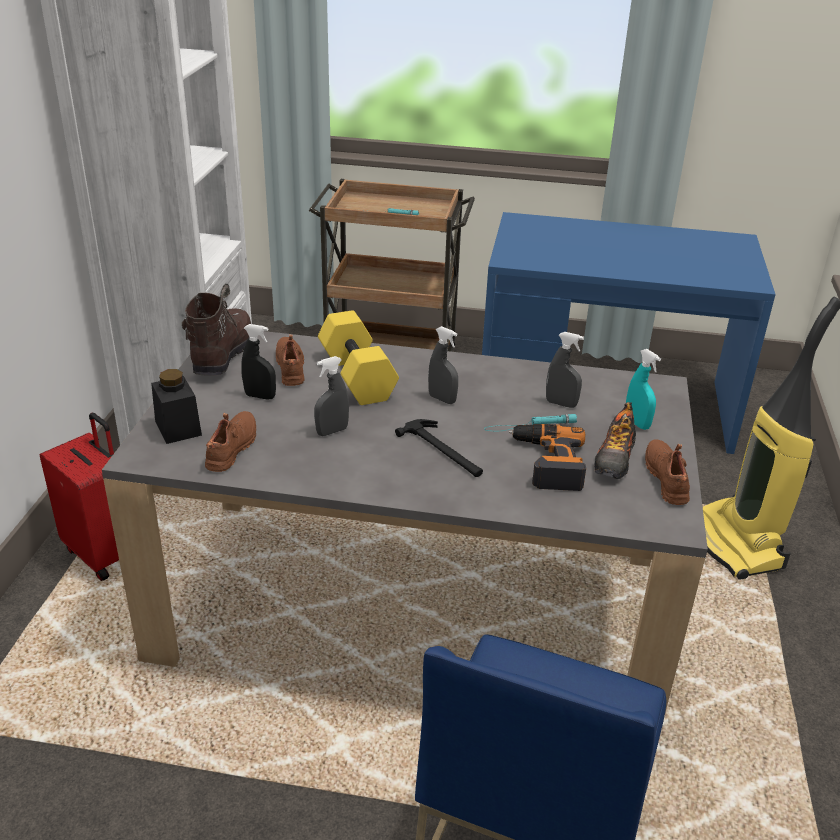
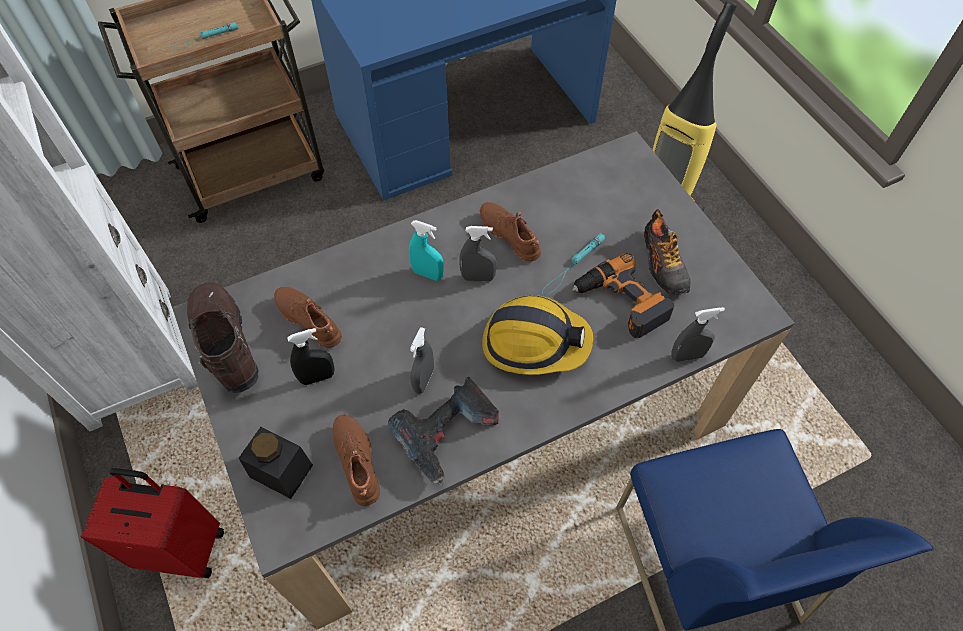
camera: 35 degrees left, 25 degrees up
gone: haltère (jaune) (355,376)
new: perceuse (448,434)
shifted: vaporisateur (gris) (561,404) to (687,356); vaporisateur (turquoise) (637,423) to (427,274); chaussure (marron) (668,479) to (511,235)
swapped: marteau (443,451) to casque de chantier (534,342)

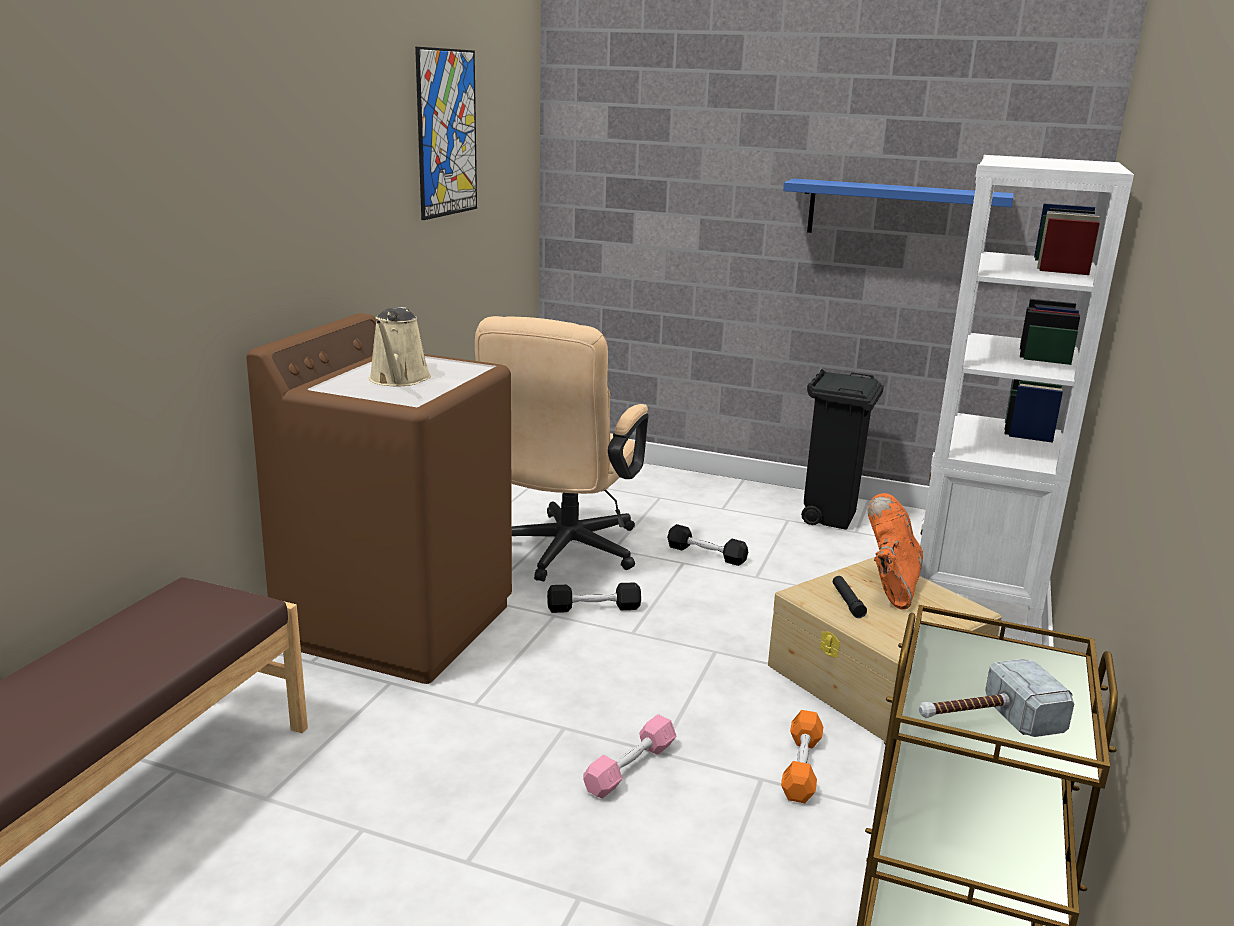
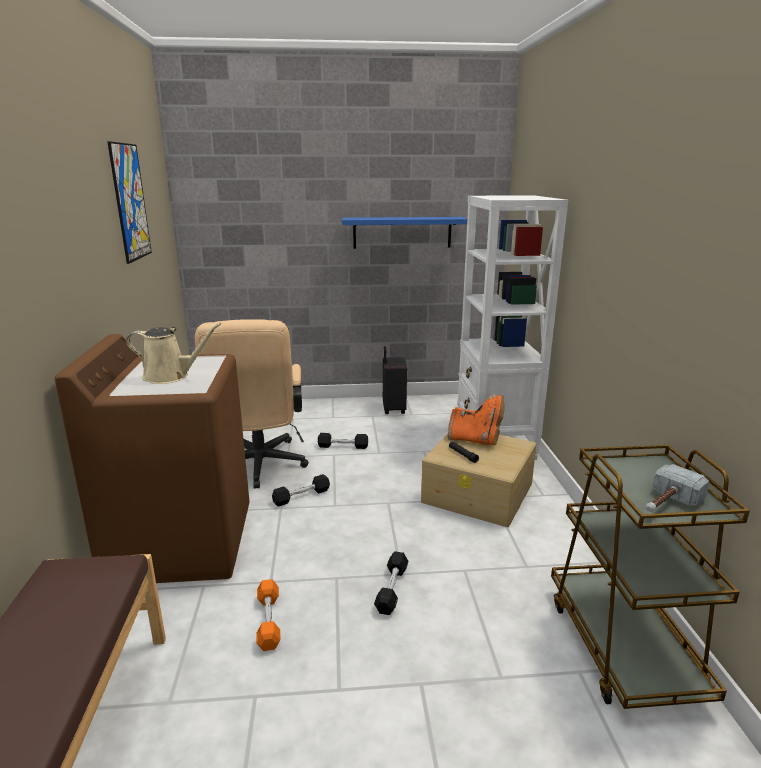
camera: 25 degrees left, 0 degrees up
shifted: haltère (orange) (801,767) to (268,621)
swapped: poubelle (noir) (830,517) to valise (noir) (393,409)
repainted: haltère (rose) (630,767) to haltère (noir) (392,589)
rotated: arrosoir (beige) (398,380) = (170,376) 60 degrees counterclockwise; botte (orange) (891,586) = (476,440) 120 degrees clockwise

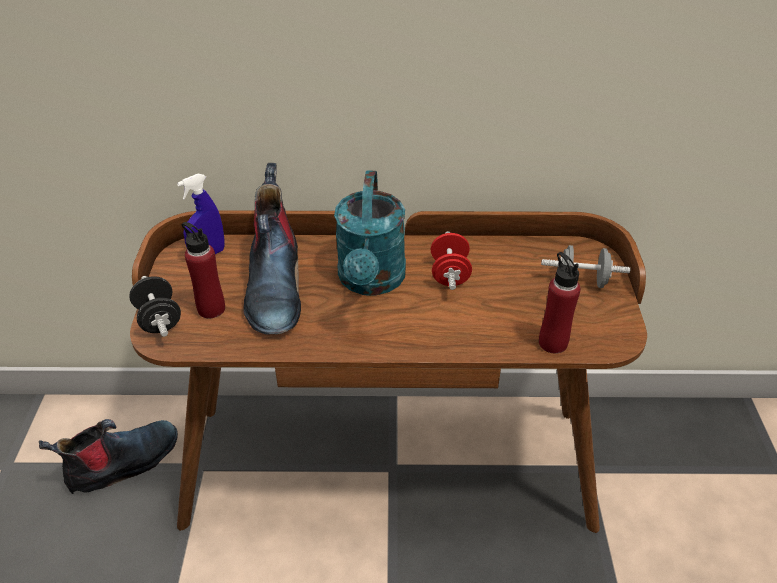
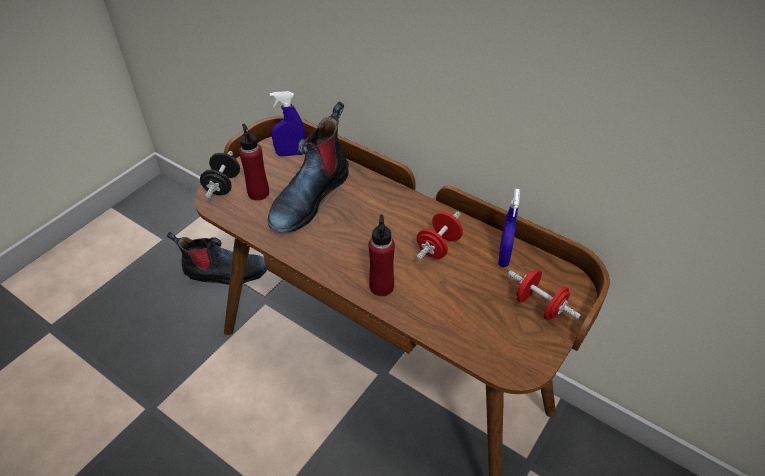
camera: 35 degrees right, 5 degrees up
gone: arrosoir (turquoise) (371,282)
new: vaporisateur (bleu) (503,256)
shifted: bouteille (rouge) (552,343) to (381,286)
repainted: haltère (gris) (582,281) to haltère (rouge) (539,306)

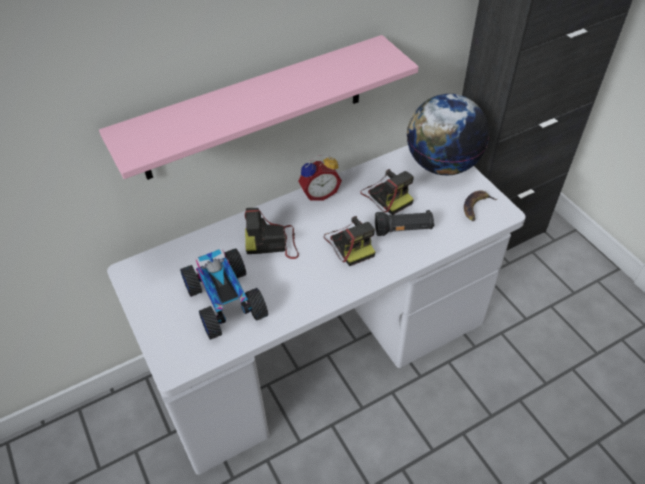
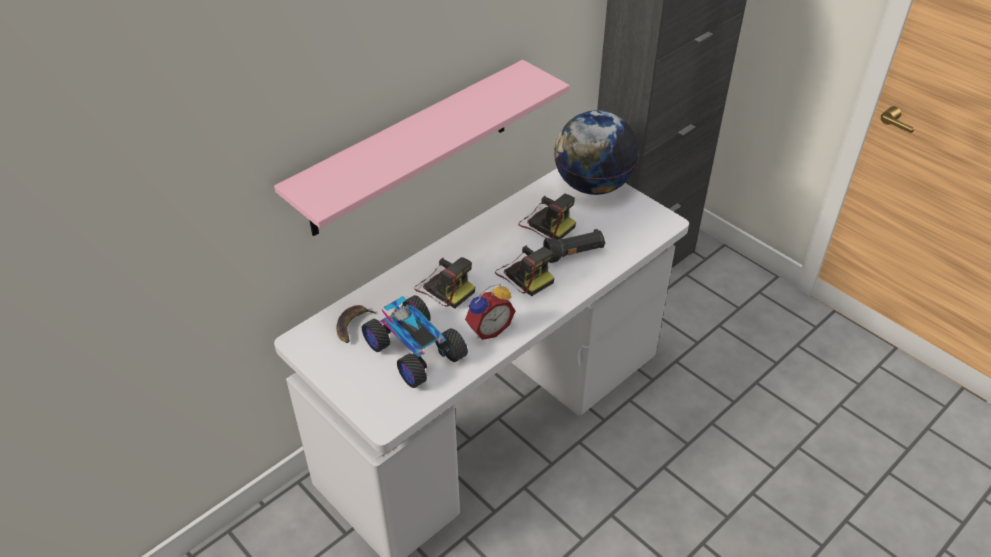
camera: 15 degrees left, 5 degrees down
shifted: réveil (319,193) to (488,329); banane (476,207) to (353,325)
rotated: appareil photo (273,243) = (444,287) 120 degrees counterclockwise

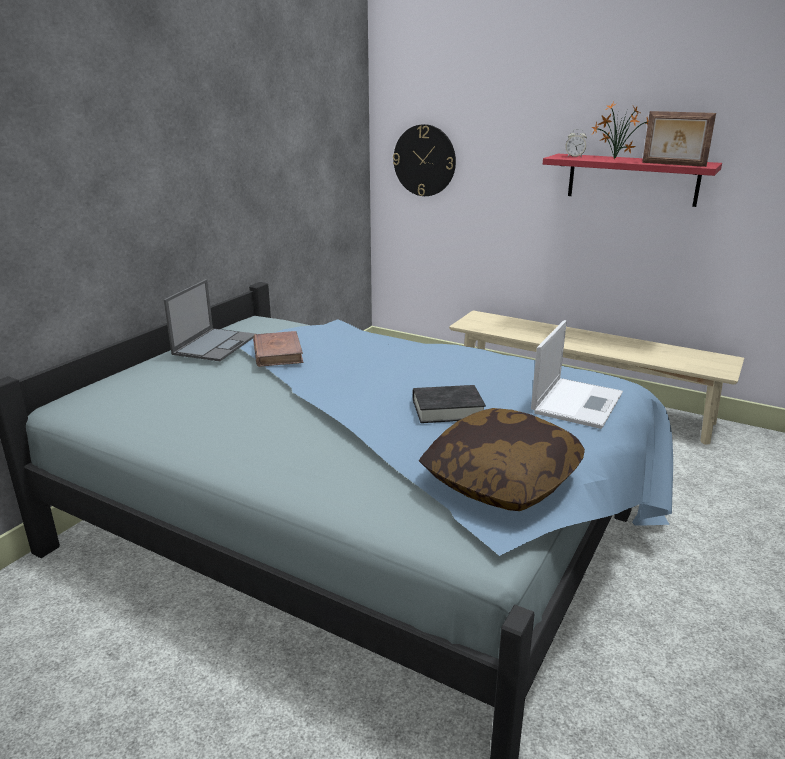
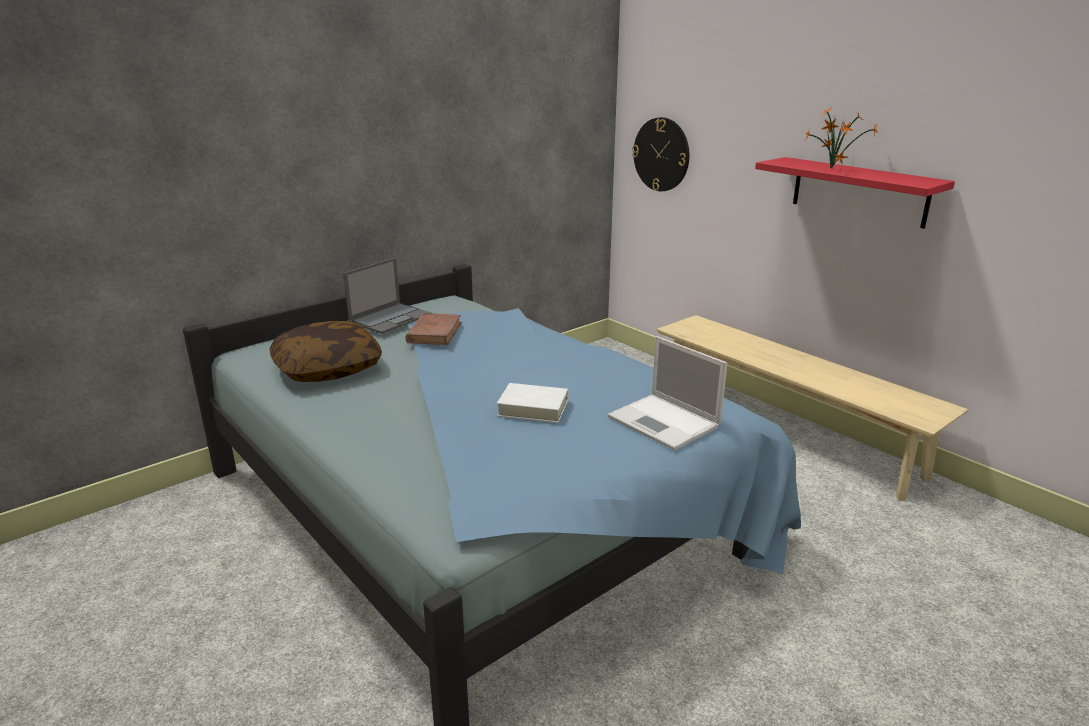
camera: 20 degrees right, 0 degrees up
gone: réveil (574,157); cadre photo (673,164)
shifted: coussin (501,479) to (328,368)
repainted: livre (noir) (447,409) to livre (blanc) (533,408)
rotated: ordinateur portable (577,402) = (665,422) 90 degrees clockwise

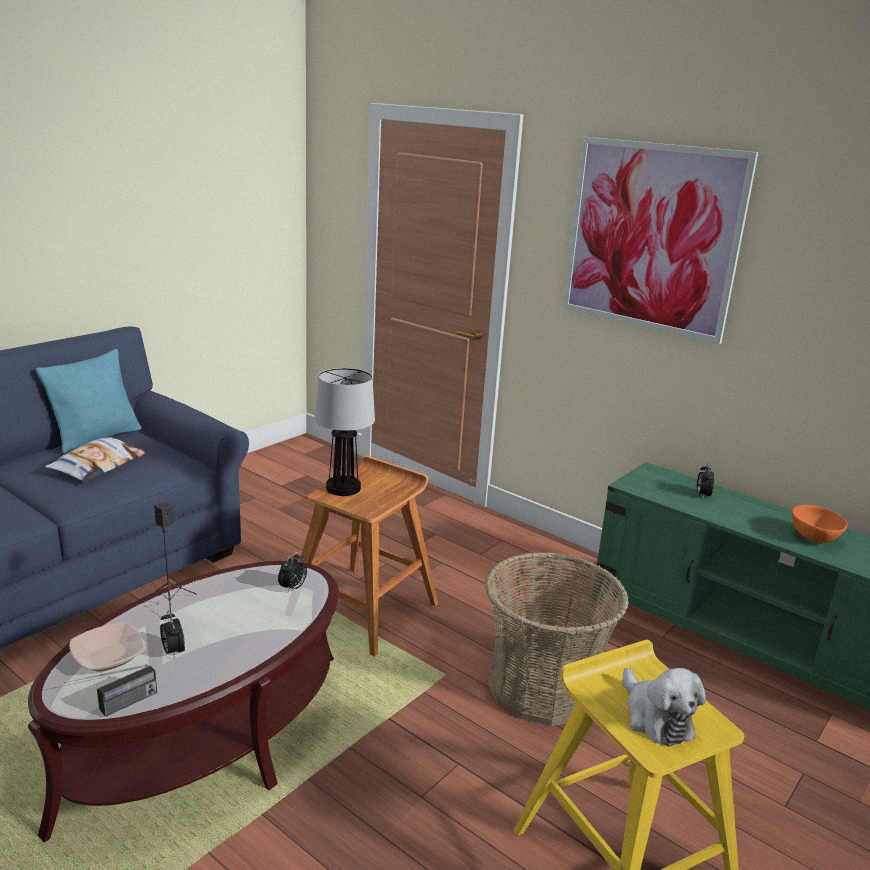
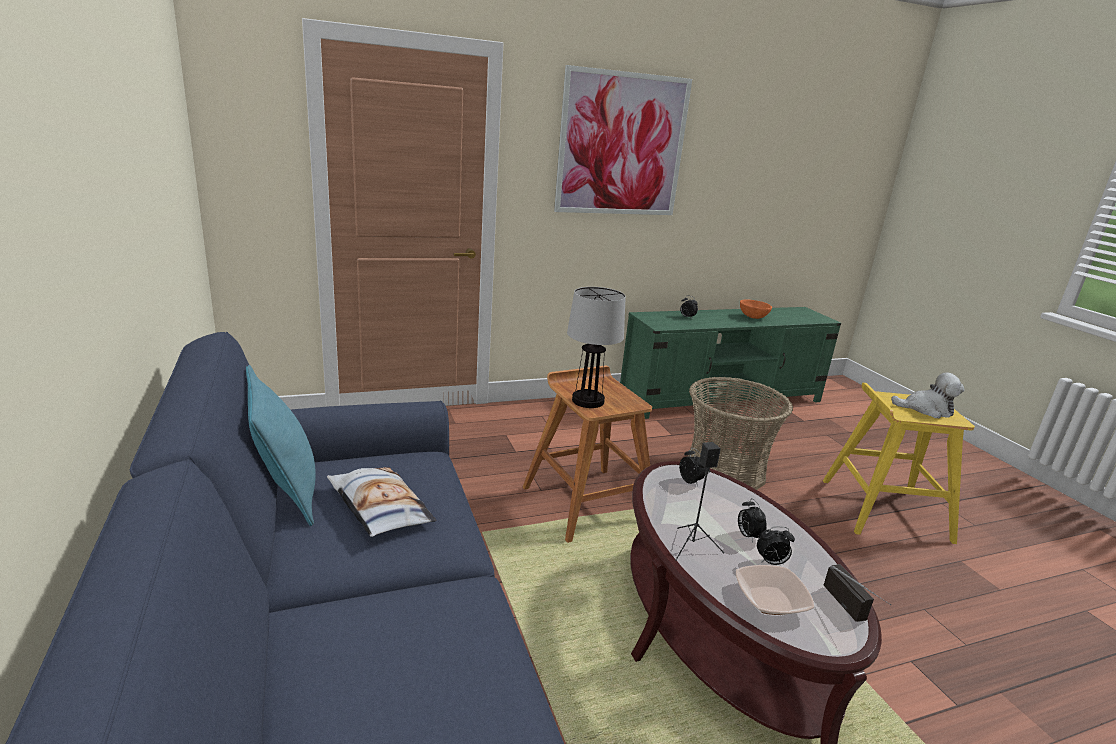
camera: 60 degrees left, 0 degrees up
new: réveil (747,536)

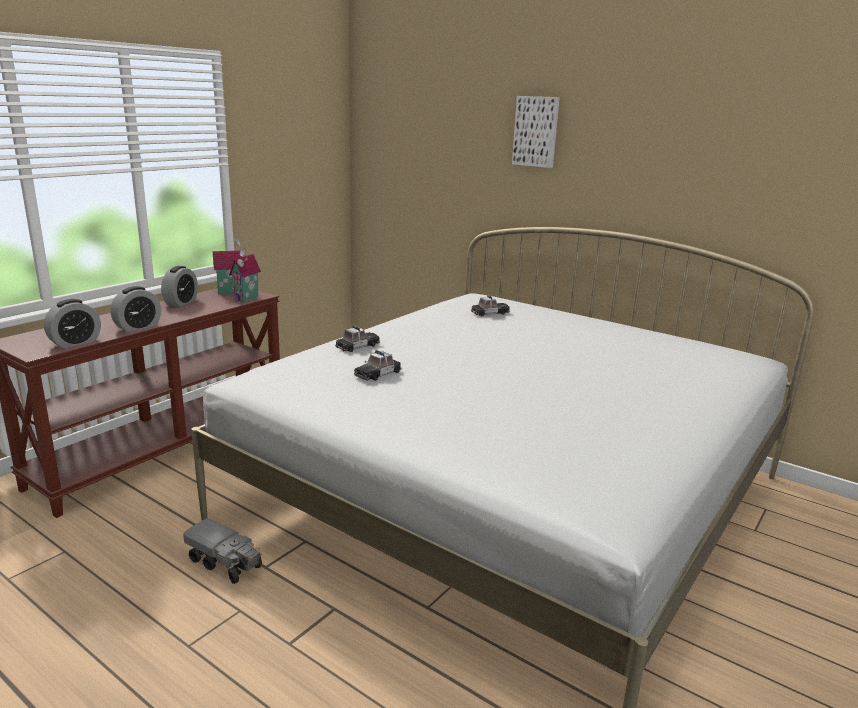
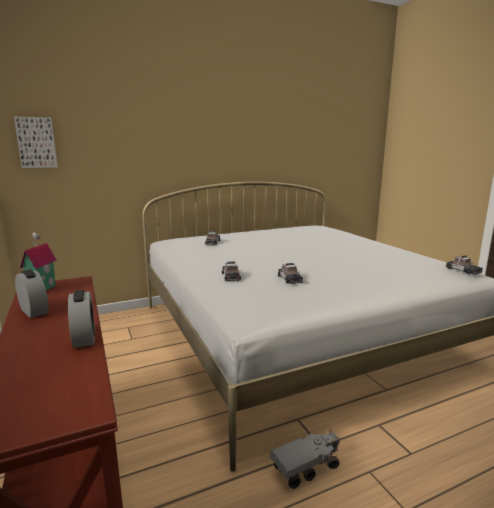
camera: 60 degrees left, 5 degrees down
gone: réveil (75,342); maison miniature (248,299)
new: petite voiture (462,270)
shifted: tableau (536,131) to (36,142)

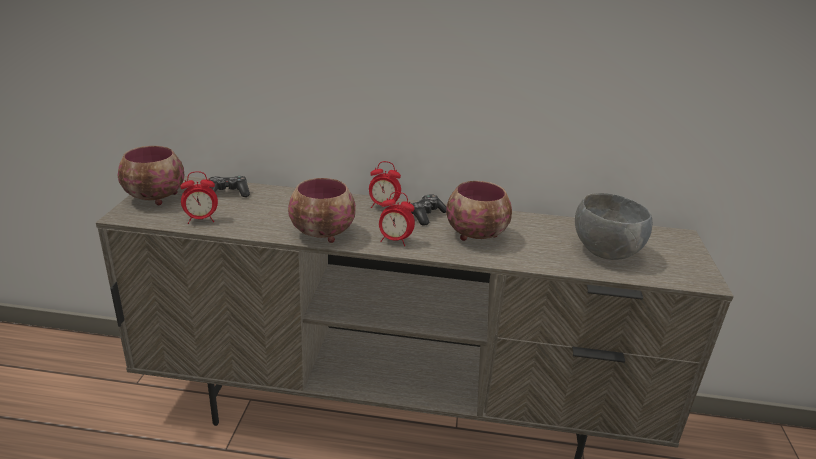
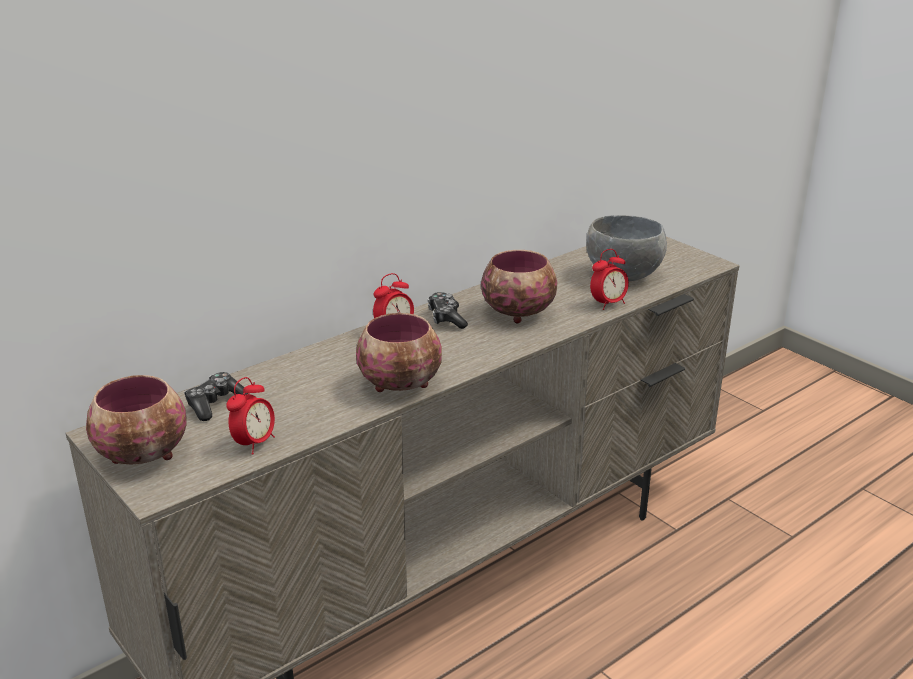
camera: 45 degrees left, 0 degrees up
shifted: réveil (395,240) to (608,304)

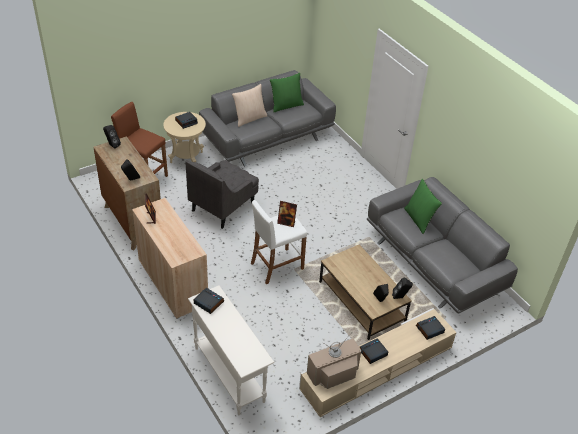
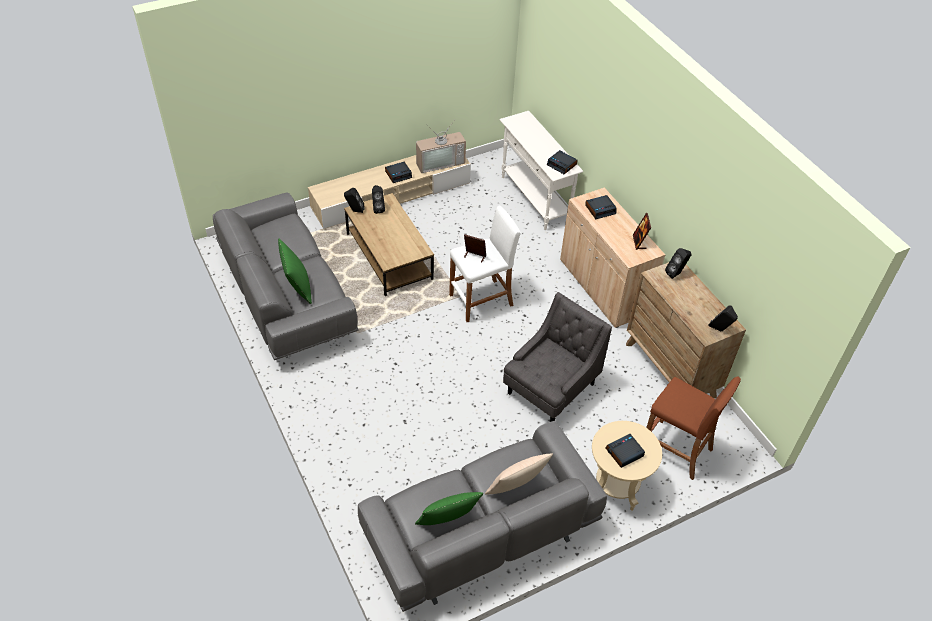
camera: 175 degrees left, 5 degrees up
shifted: réveil (429,330) to (600,209)

